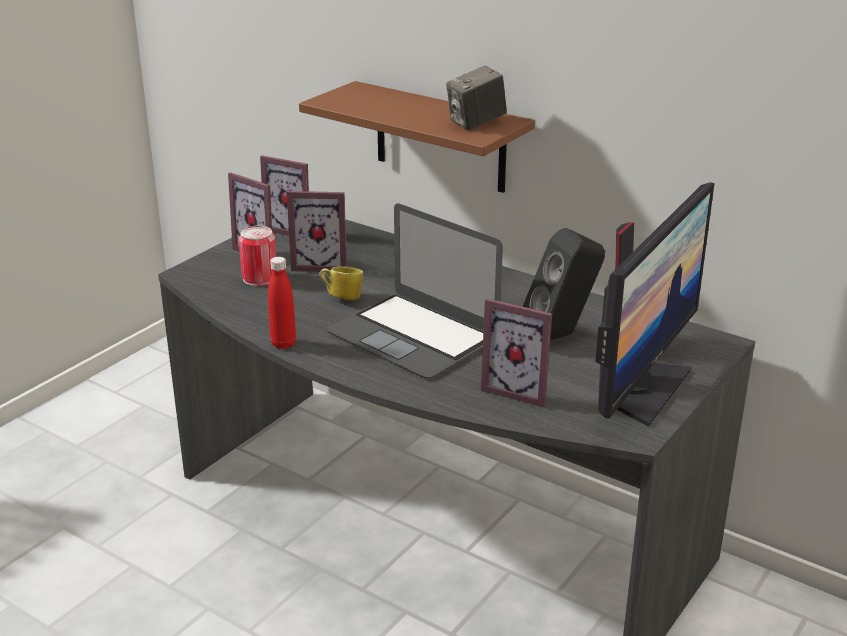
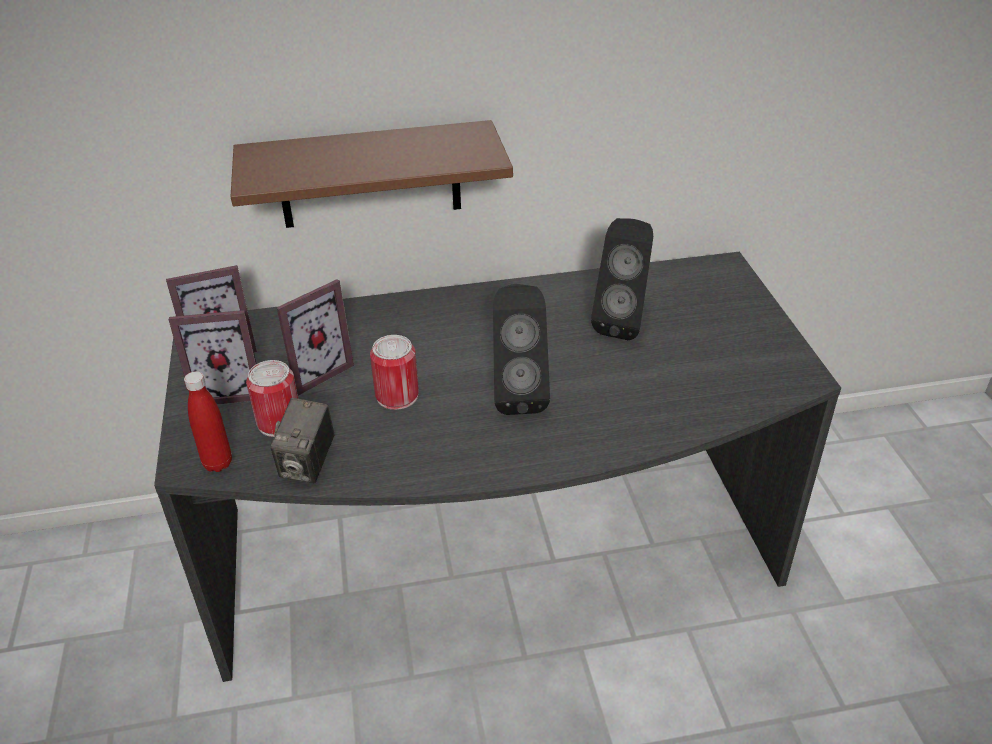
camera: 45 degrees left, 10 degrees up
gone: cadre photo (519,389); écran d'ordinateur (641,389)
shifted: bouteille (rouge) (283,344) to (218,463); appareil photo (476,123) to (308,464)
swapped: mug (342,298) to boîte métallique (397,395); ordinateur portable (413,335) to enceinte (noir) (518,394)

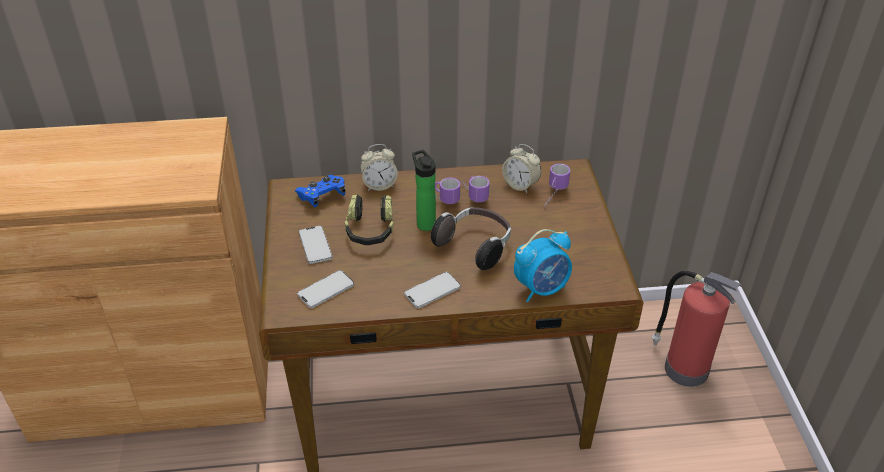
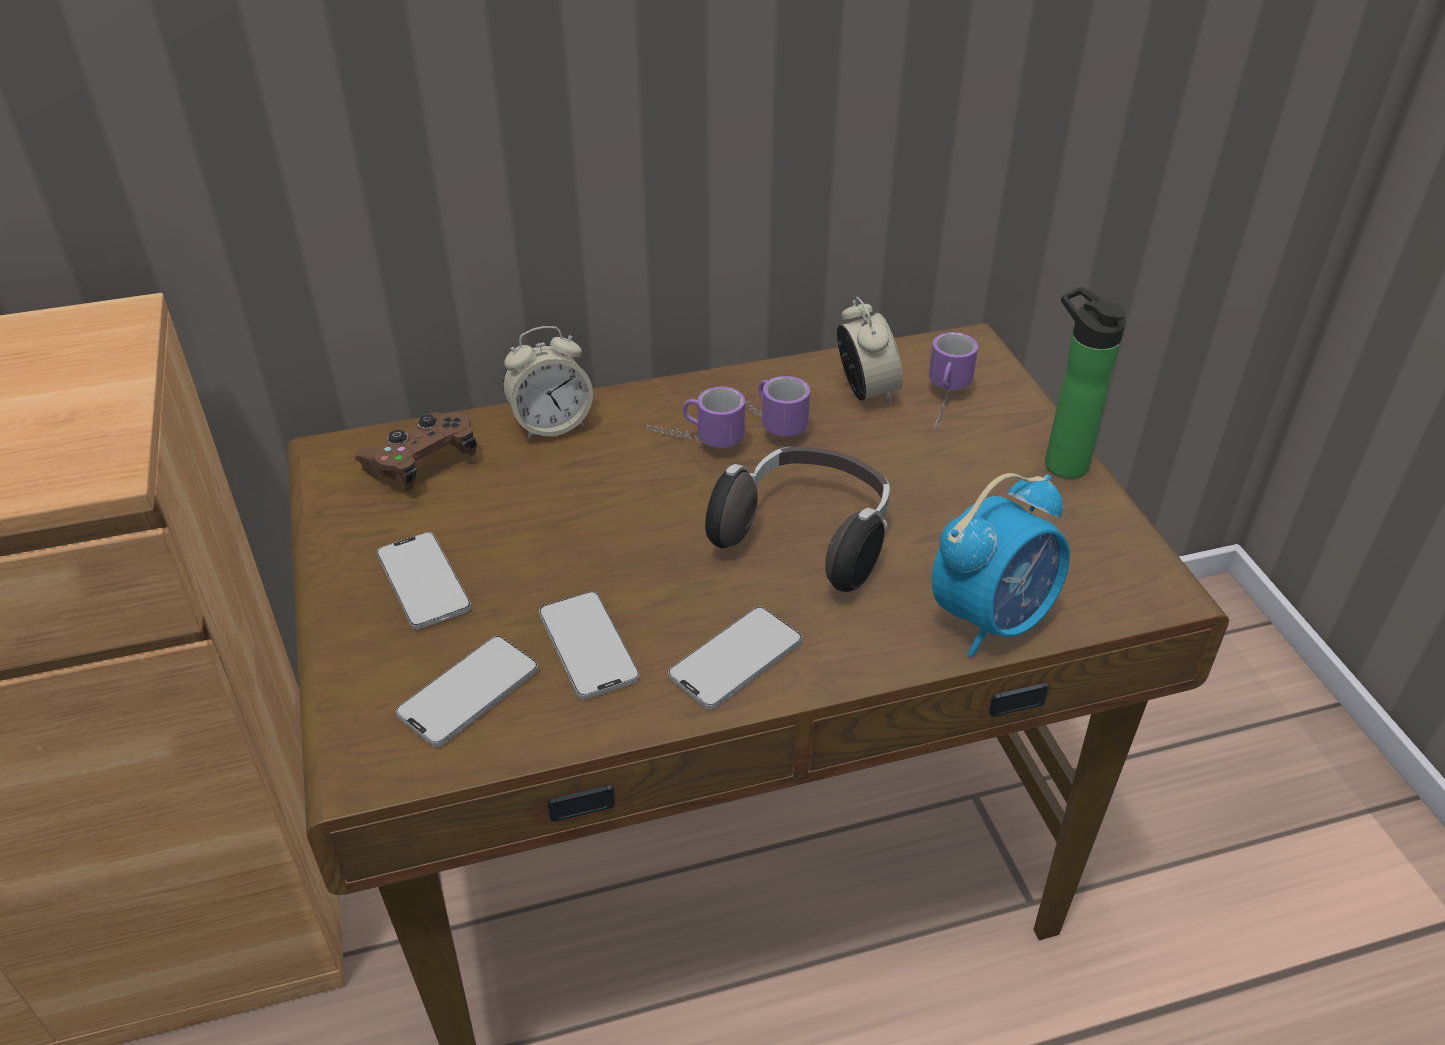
camera: 10 degrees left, 0 degrees up
gone: casque audio (370,230); extincteur (684,368)
new: téléphone (588,646)
shifted: bouteille (424,223) to (1060,462)
repainted: manette (bleu) (322,196) to manette (marron) (422,464)
rotated: réveil (520,185) = (866,391) 135 degrees counterclockwise

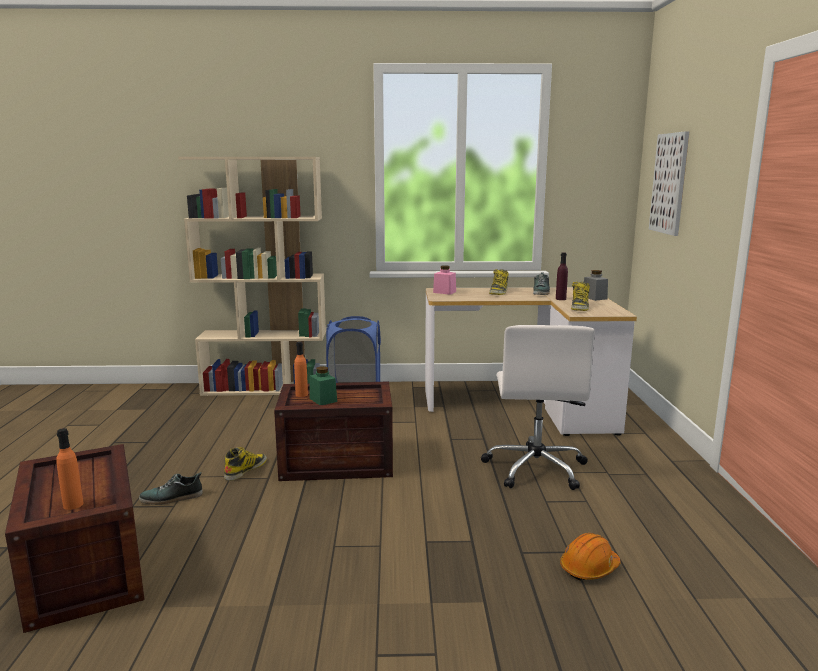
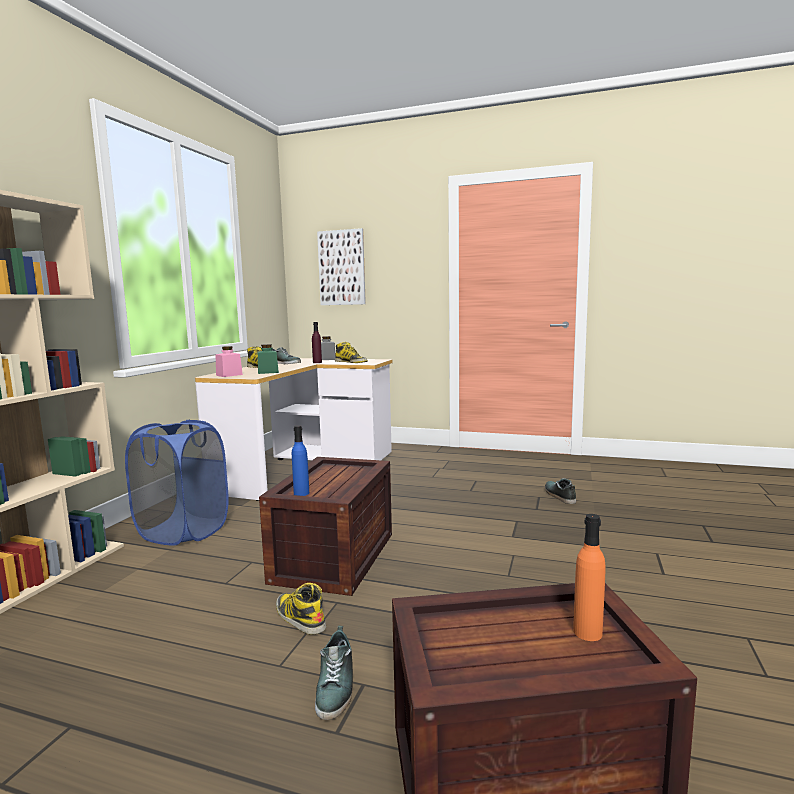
camera: 70 degrees left, 5 degrees down
gone: chaise de bureau (blanc) (535,468)
shifted: bocal (vert) (323,400) to (268,372)
swapped: casque de chantier (orange) (589,568) to chaussure (559,495)
repainted: bouteille (orange) (301,394) to bouteille (bleu) (301,493)

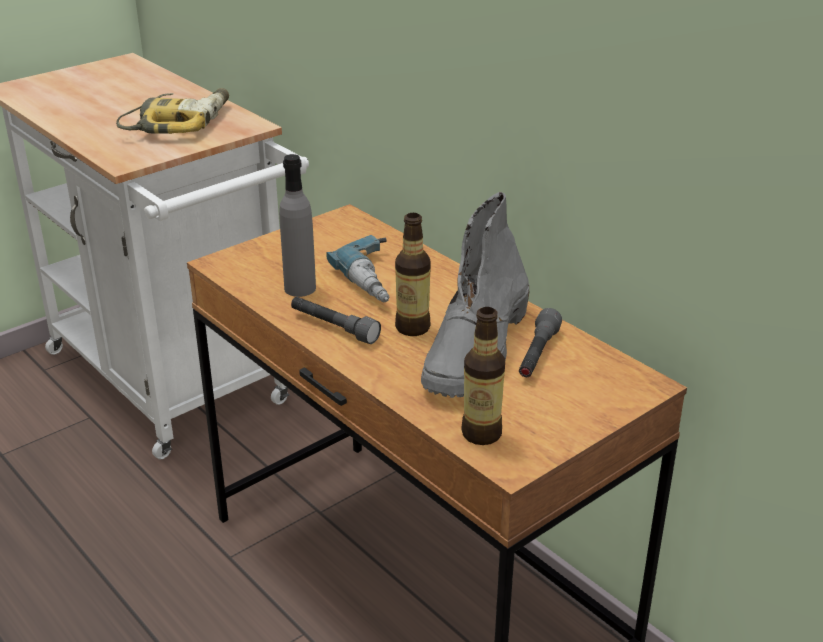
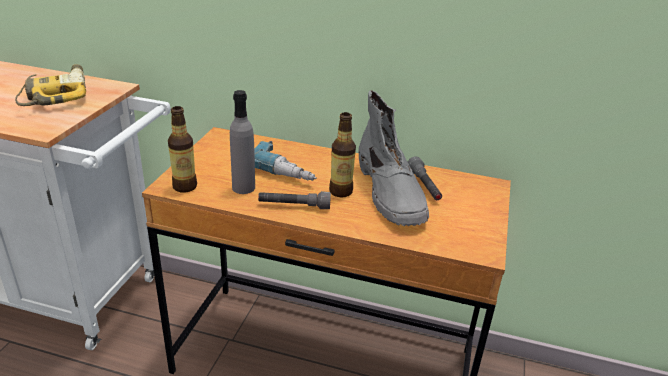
camera: 35 degrees left, 0 degrees up
shifted: bouteille (481,434) to (185,186)

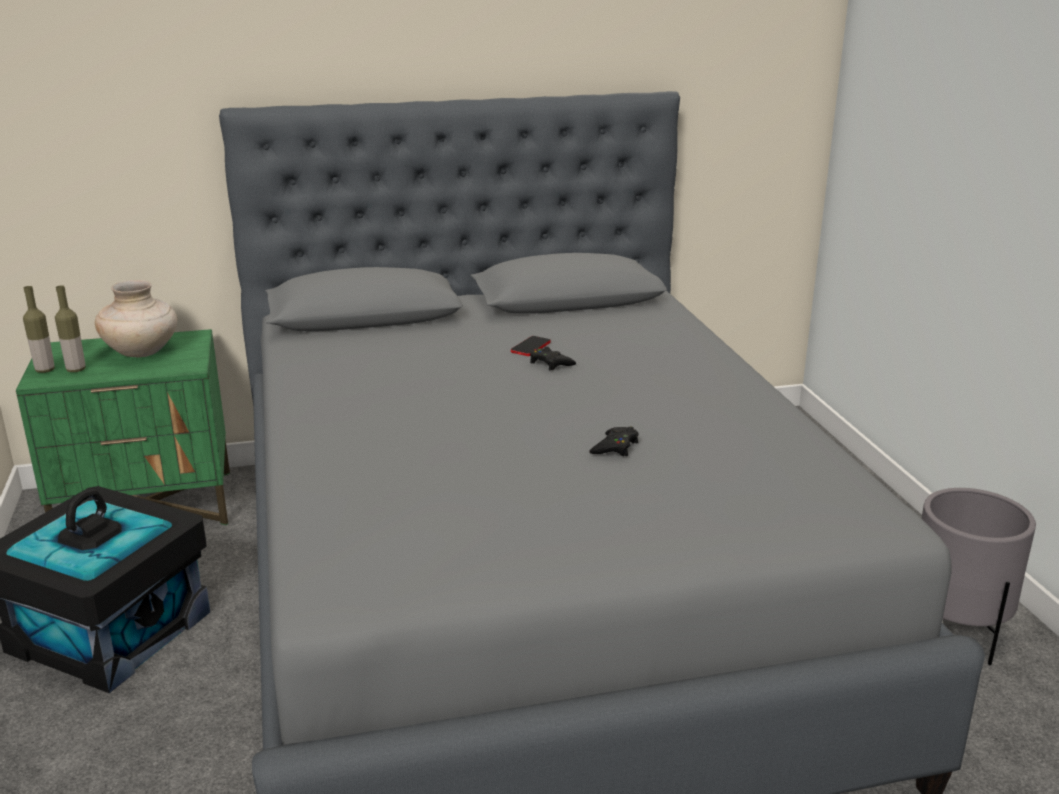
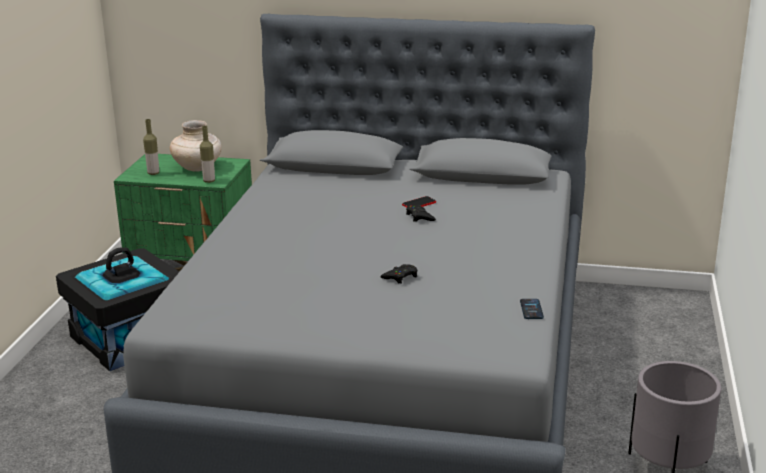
camera: 25 degrees right, 0 degrees up
new: téléphone (531,309)
shifted: bouteille (45,370) to (209,181)

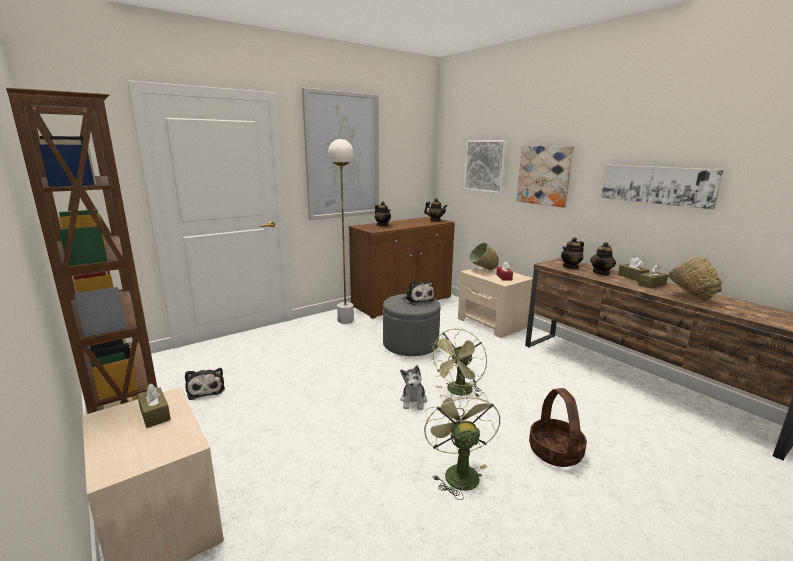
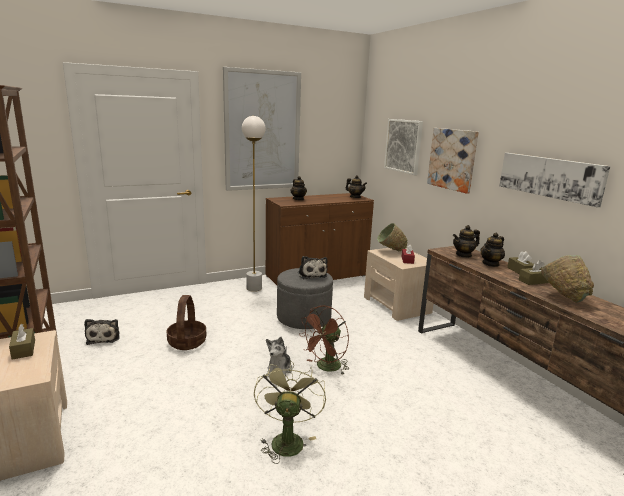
camera: 10 degrees right, 0 degrees up
shifted: panier (556,452) to (187,342)
repainted: ventilateur (vert) (458,392) to ventilateur (marron) (325,368)

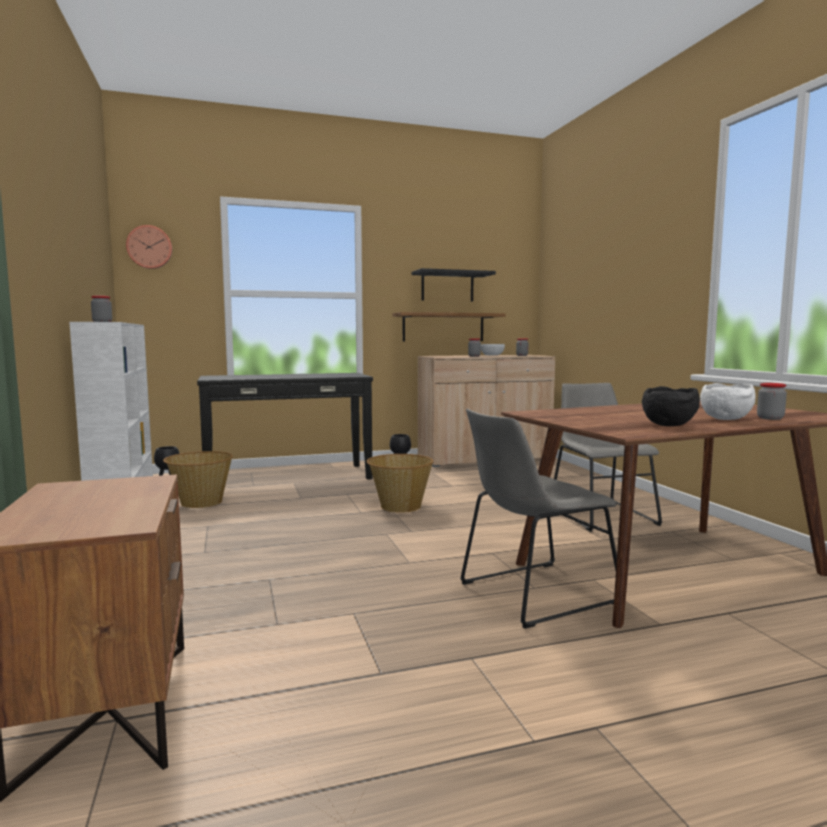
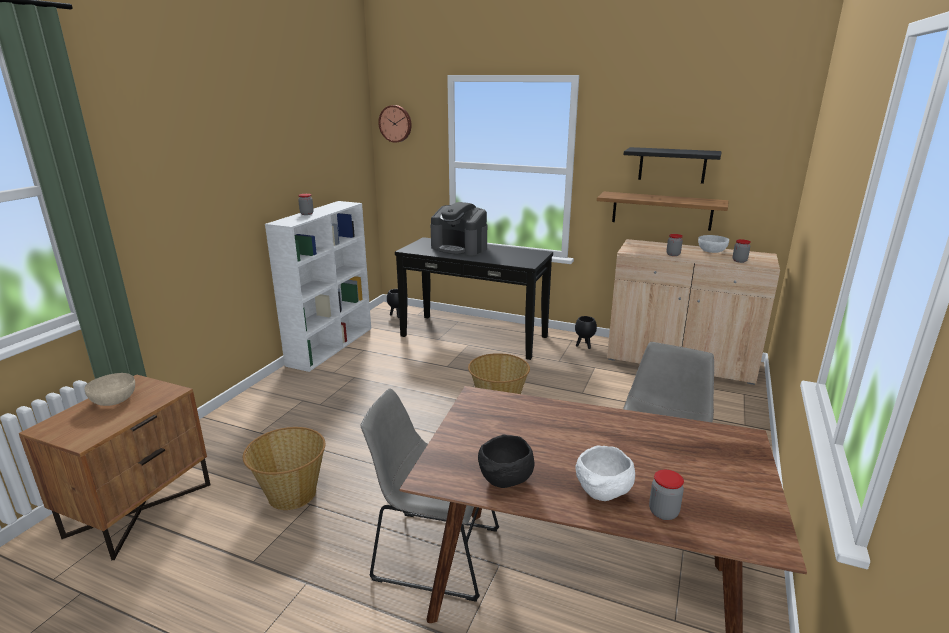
camera: 40 degrees right, 15 degrees up
new: bol (beige) (114,400); machine à café (459,248)
shifted: panier (200,502) to (291,494)

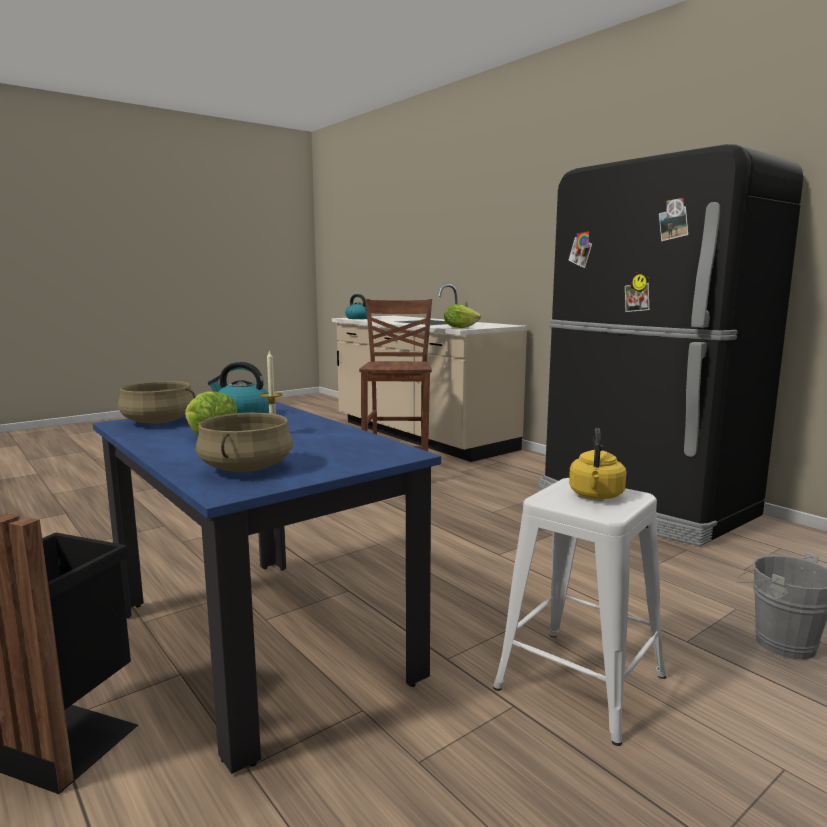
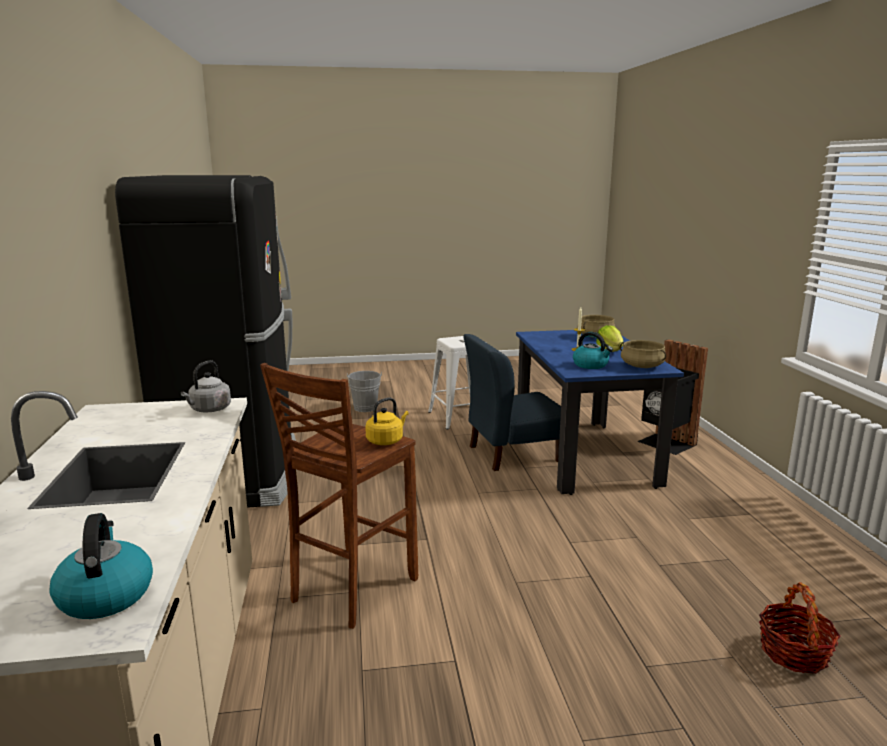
camera: 150 degrees left, 5 degrees up
new: chaise (bleu) (513,453); panier (794,653)
shifted: bouilloire (jaune) (596,496) to (386,440)
swapped: laitue (459,327) to bouilloire (gris) (209,410)

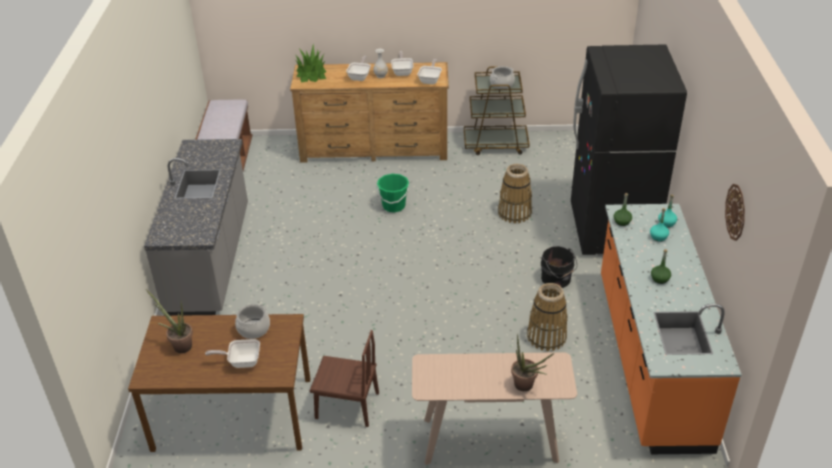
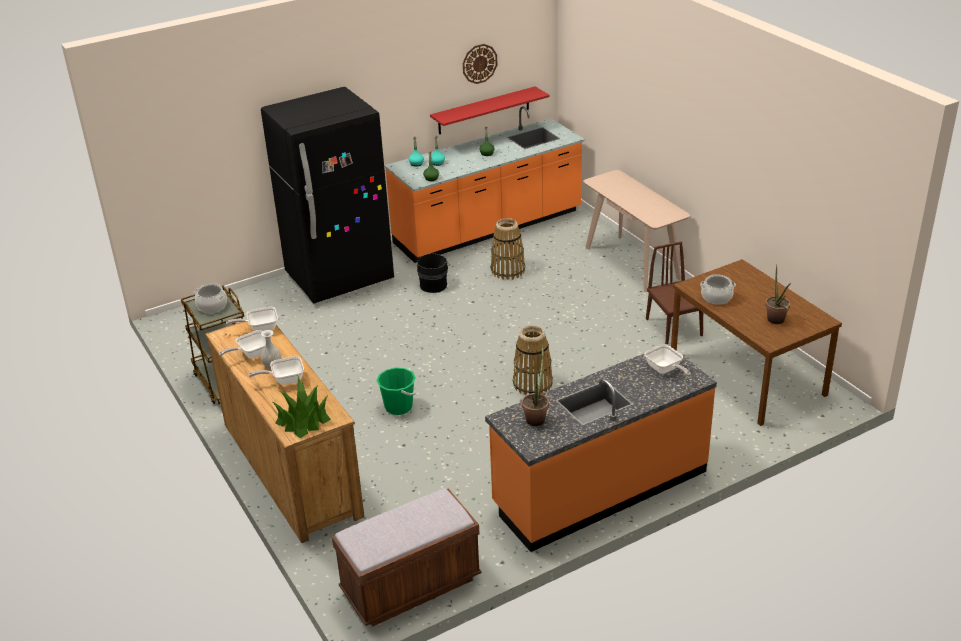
camera: 120 degrees left, 5 degrees down
new: étagère (rouge) (484,110)
shifted: poêle (241,361) to (665,370); panier (514,213) to (532,384); plante en pot (527,387) to (536,417)
repainted: comptoir de cuisine (gris) (211,261) to comptoir de cuisine (orange) (599,489)

